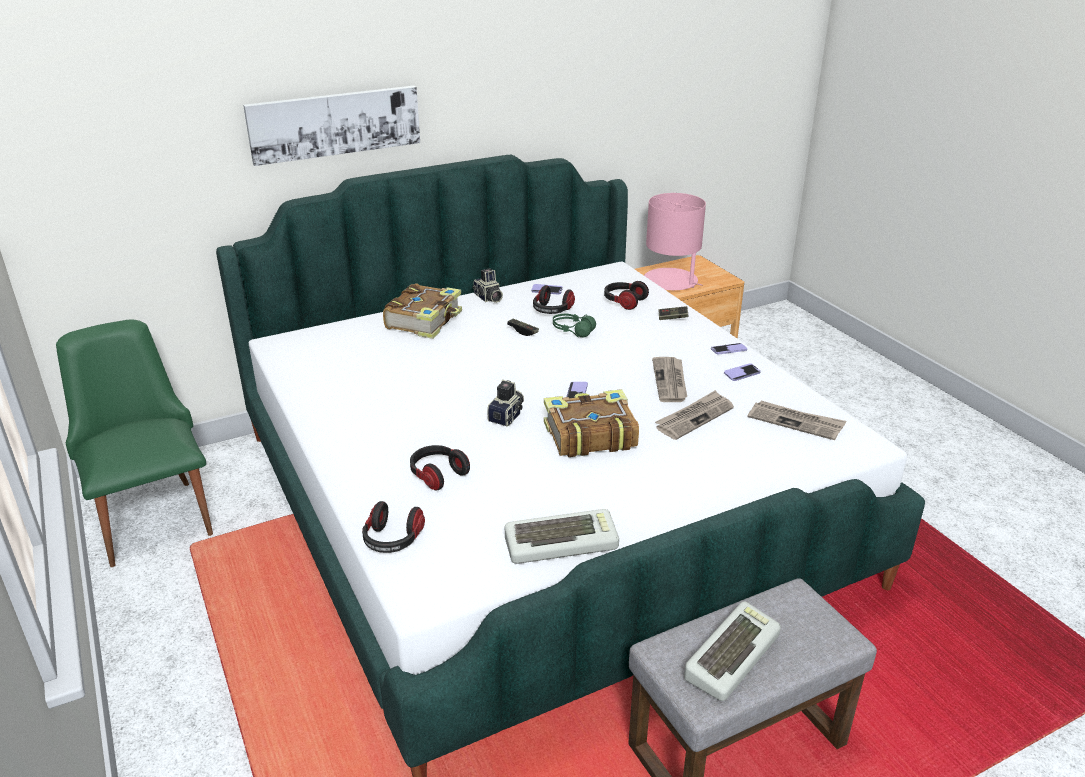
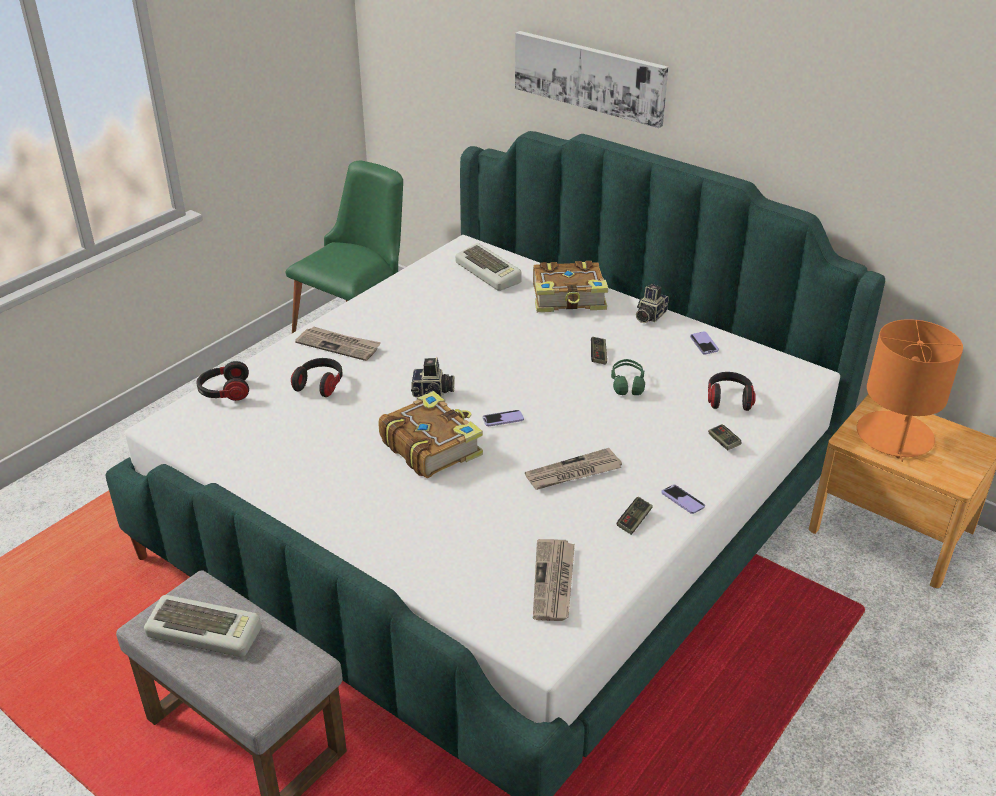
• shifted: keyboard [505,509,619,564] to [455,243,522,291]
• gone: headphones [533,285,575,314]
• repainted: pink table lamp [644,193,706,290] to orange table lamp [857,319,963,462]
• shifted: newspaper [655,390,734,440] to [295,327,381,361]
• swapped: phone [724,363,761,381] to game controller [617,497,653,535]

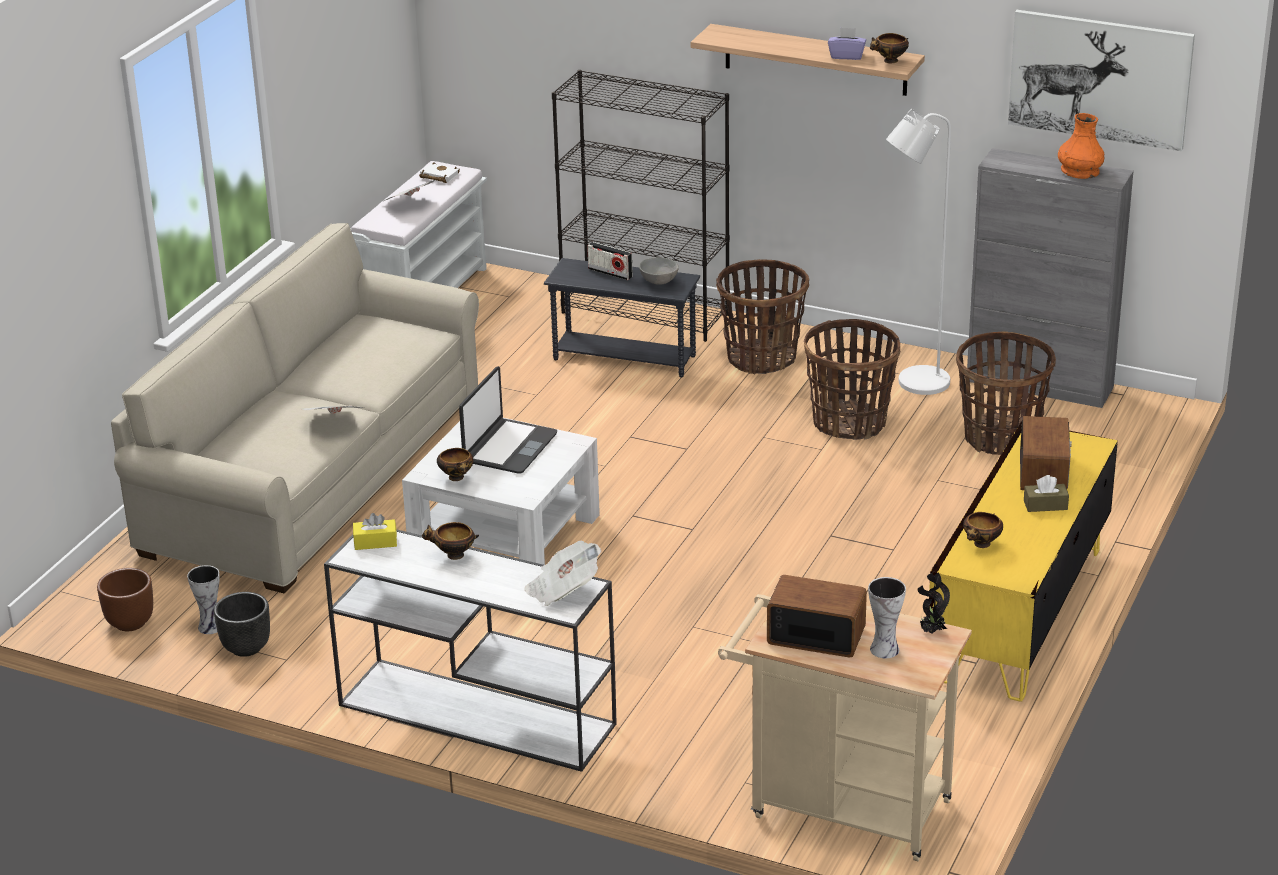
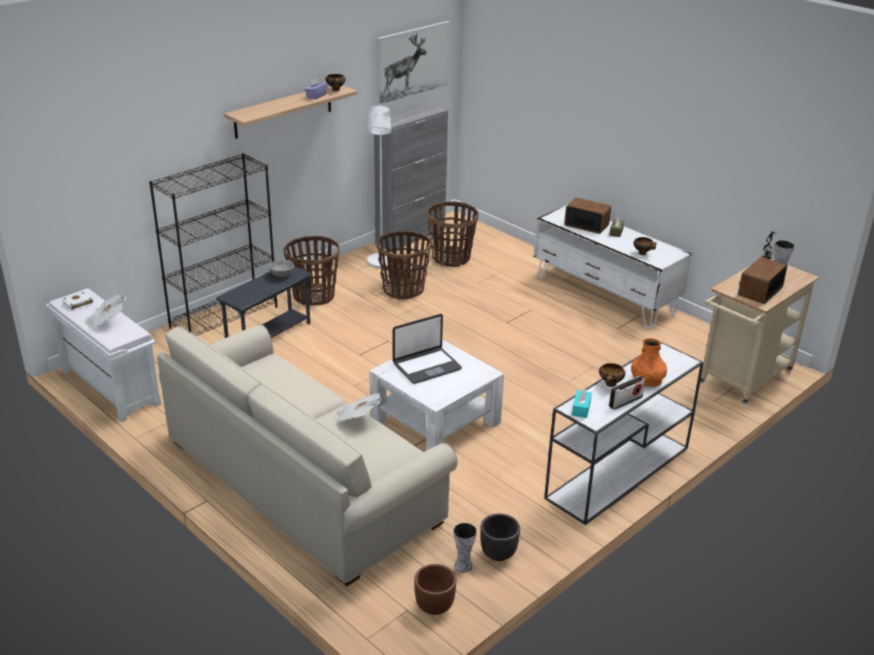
• repainted: yellow tissue box [353,513,397,550] to turquoise tissue box [572,388,592,418]
• gone: bowl [437,448,473,481]
• rotated: laptop [459,366,557,474] = [393,314,462,384] 105 degrees clockwise
• gone: newspaper [524,540,602,606]
• shifted: radio [587,242,633,280] to [609,375,645,410]
• repainted: yellow tv stand [929,421,1118,701] to white tv stand [534,205,692,329]
• shifted: orange vase [1058,113,1104,179] to [631,338,667,387]

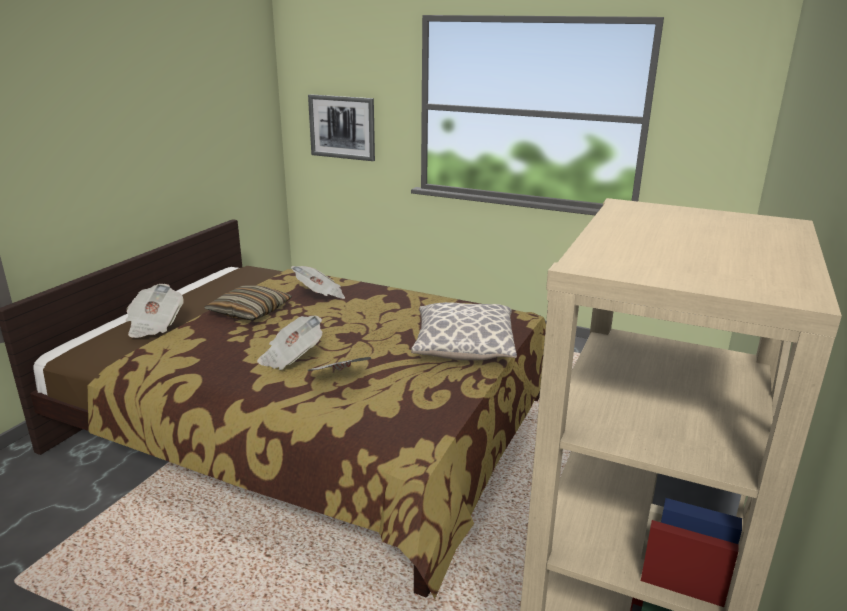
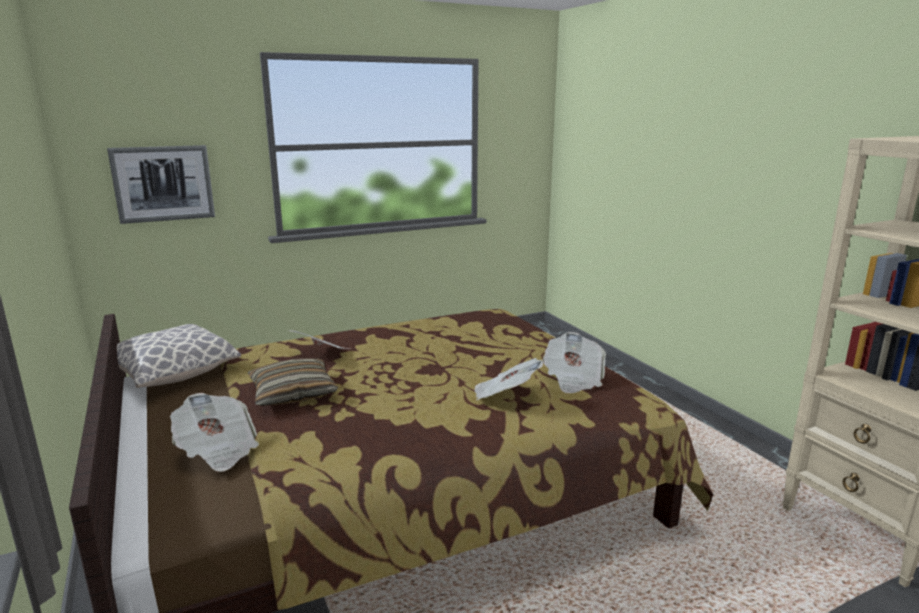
• shifted: newspaper [257,315,323,370] to [542,332,606,393]
• shifted: pillow [411,302,517,360] to [117,324,241,388]

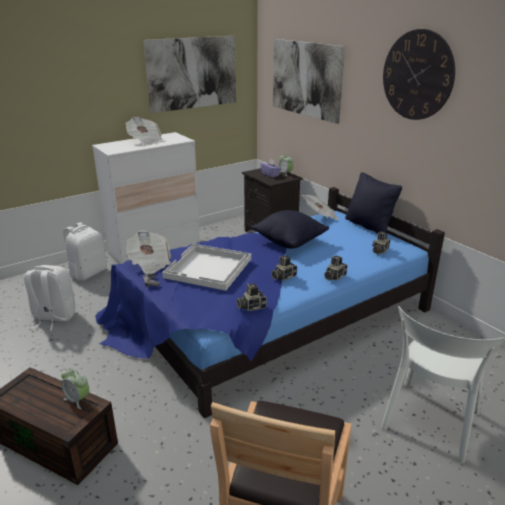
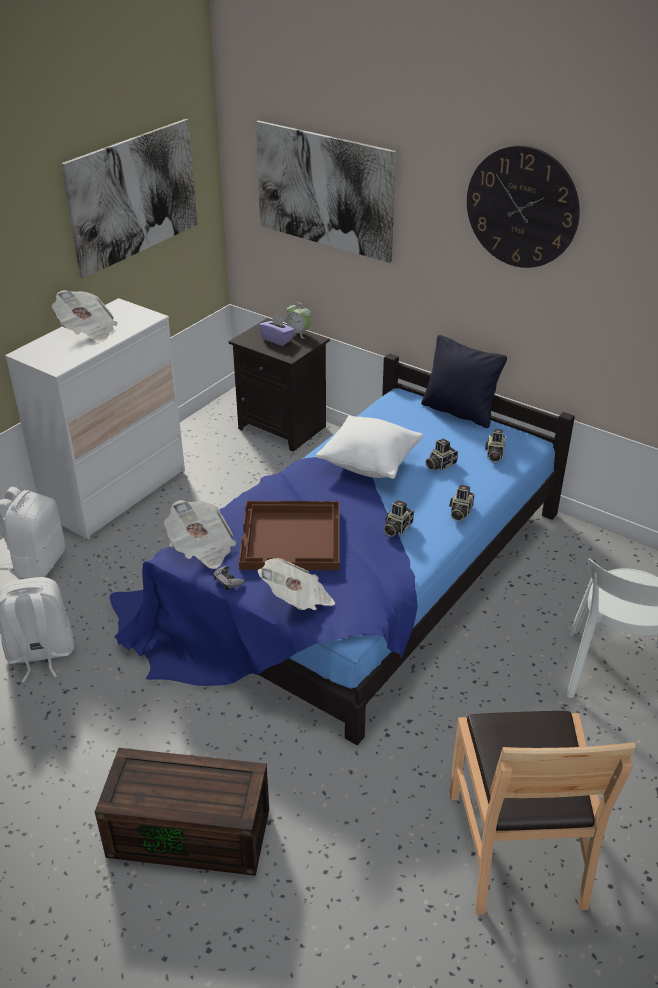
• gone: alarm clock [61,367,89,409]
• repainted: white tray [162,244,251,291] to brown tray [239,501,340,570]
• shifted: photo camera [237,284,267,311] to [425,438,458,471]
• repainted: black pillow [251,210,329,249] to white pillow [316,415,423,479]
• shifted: newspaper [302,195,339,220] to [258,558,335,610]

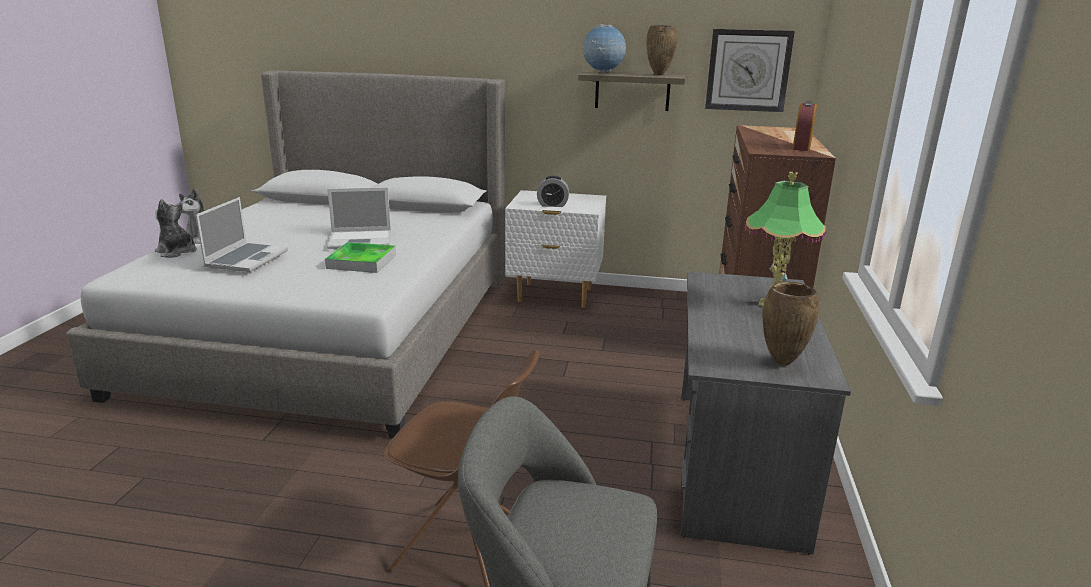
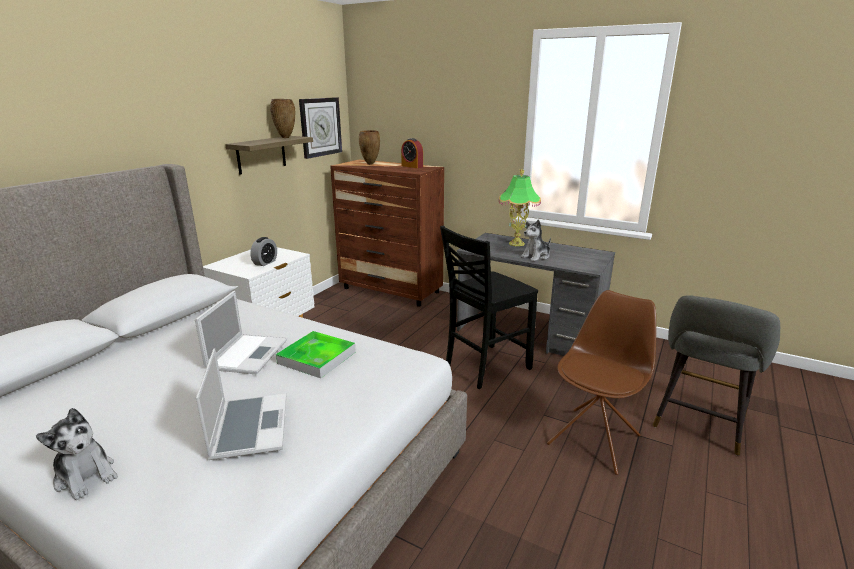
• shifted: plush toy [155,199,197,258] to [521,219,551,262]
• rotated: laptop [196,197,288,272] = [196,348,286,460] 45 degrees clockwise
• gone: globe [583,24,626,73]
• shifted: brown vase [763,282,820,366] to [359,130,380,165]
• new: black chair [440,226,538,389]

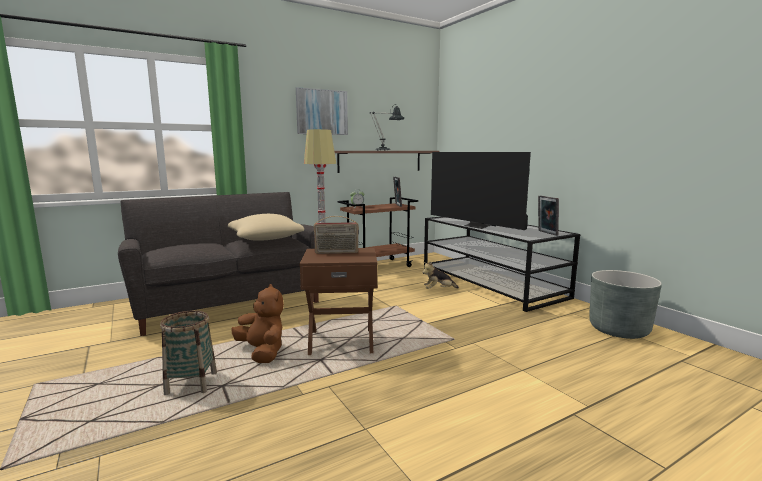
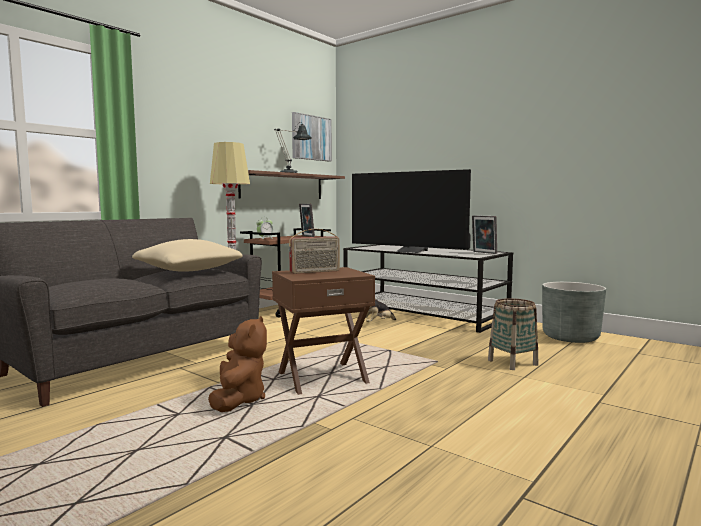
• shifted: basket [160,310,217,395] to [488,298,538,370]
• rotated: brown plush toy [231,284,284,363] = [208,316,267,412] 60 degrees clockwise
• shifted: picture [296,87,348,135] to [292,112,332,162]

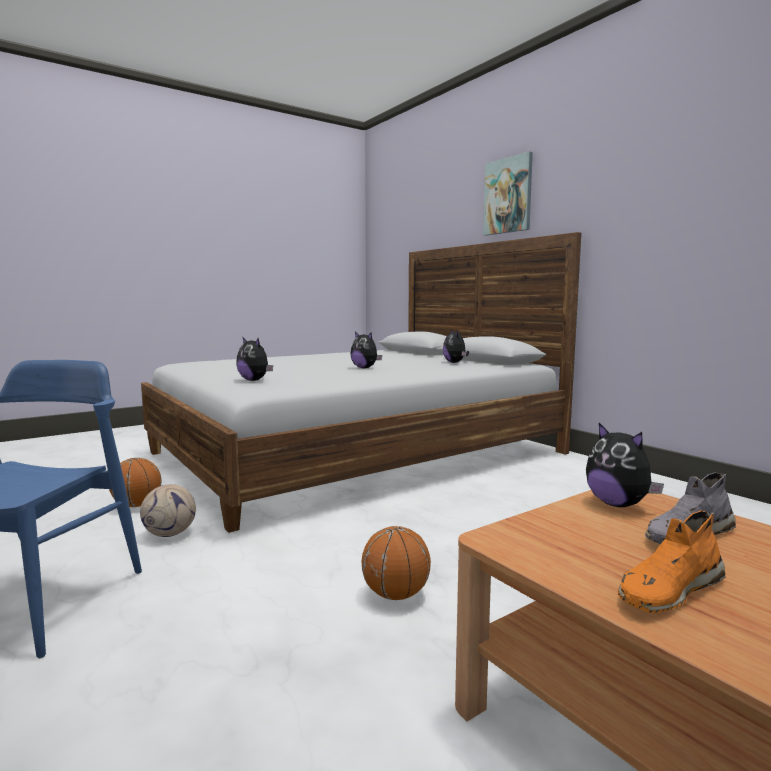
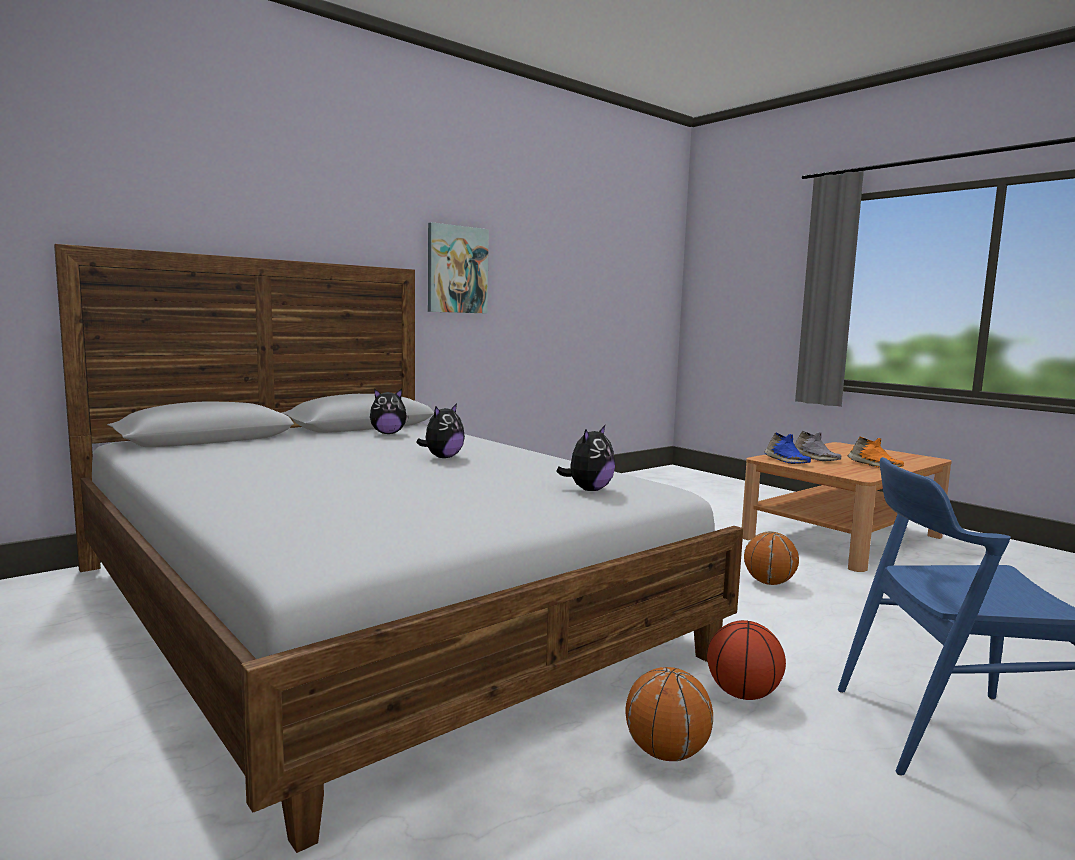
• swapped: football [140,484,196,537] to basketball [707,620,786,700]
• shifted: picture [483,151,533,236] to [428,222,489,313]
• swapped: plush toy [586,423,664,507] to blue shoe [764,433,811,464]

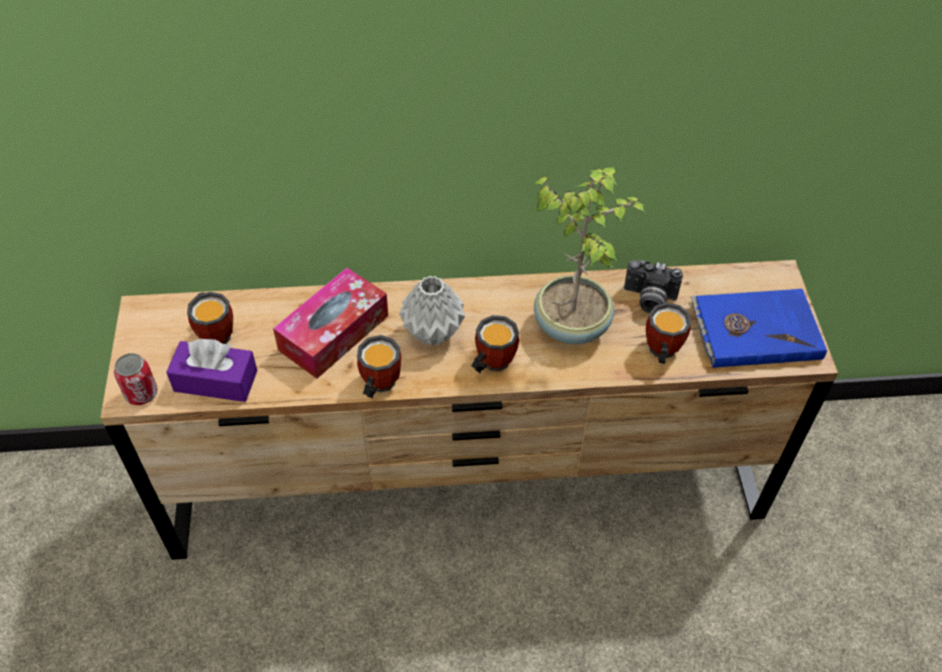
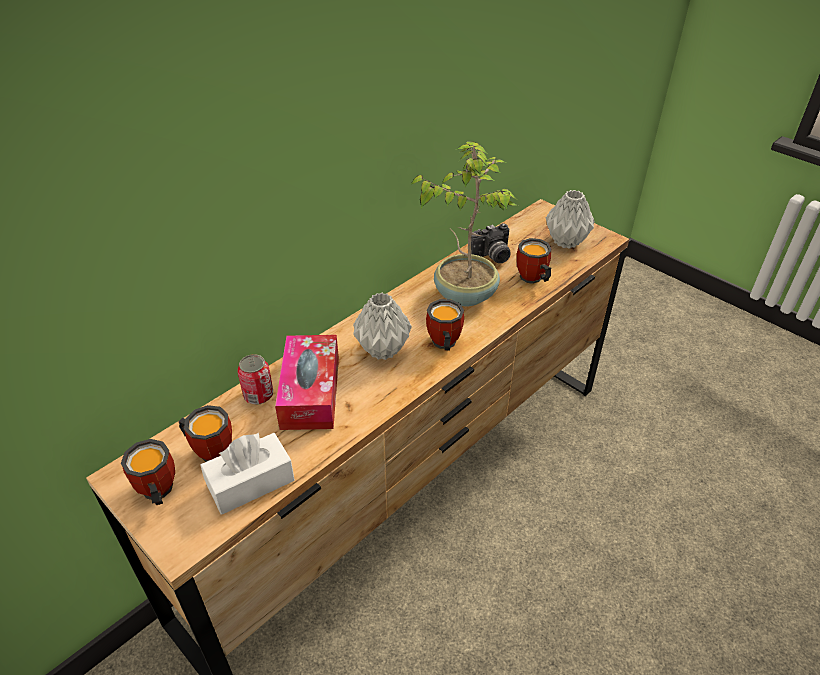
• shifted: can [114,353,158,405] to [237,354,273,405]
• repainted: purple tissue box [166,339,257,402] to white tissue box [200,432,295,515]
• shifted: mug [357,335,402,398] to [121,439,175,505]
• swapped: blue book [691,289,827,368] to grey vase [546,190,595,249]

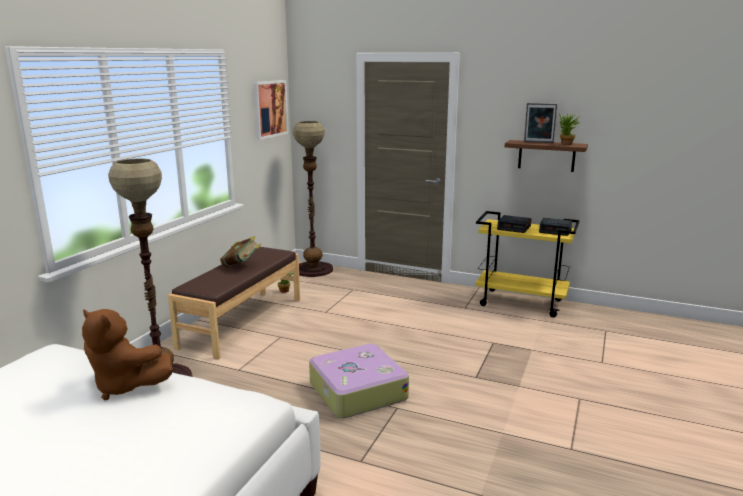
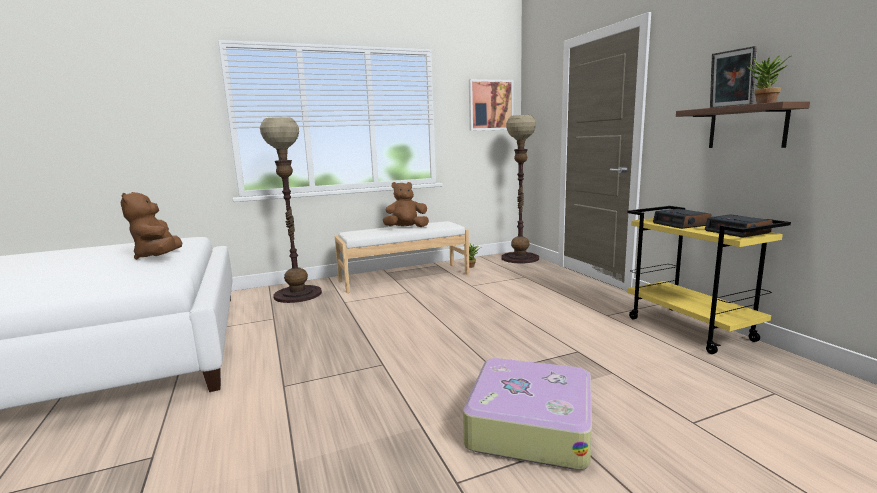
• repainted: brown bench [168,247,300,360] to white bench [335,221,469,293]
• swapped: book [220,236,261,267] to brown plush toy [382,182,429,227]
• shifted: suitcase [309,344,409,418] to [463,358,592,470]

